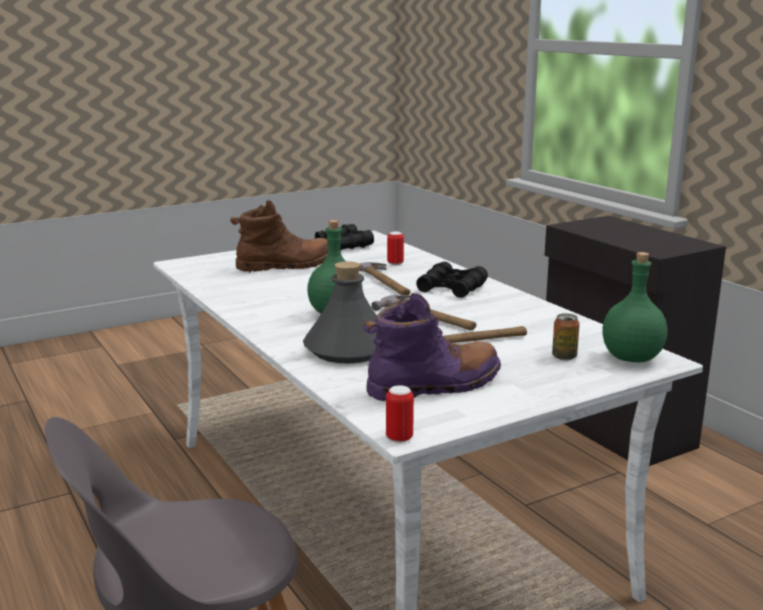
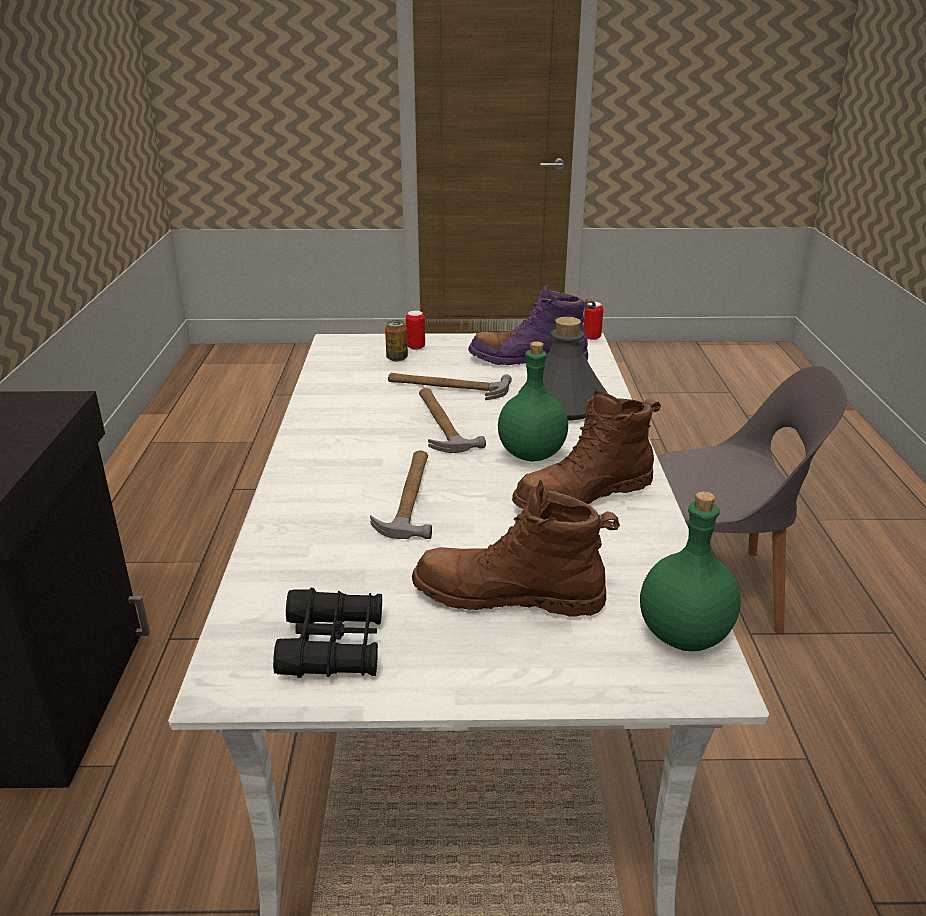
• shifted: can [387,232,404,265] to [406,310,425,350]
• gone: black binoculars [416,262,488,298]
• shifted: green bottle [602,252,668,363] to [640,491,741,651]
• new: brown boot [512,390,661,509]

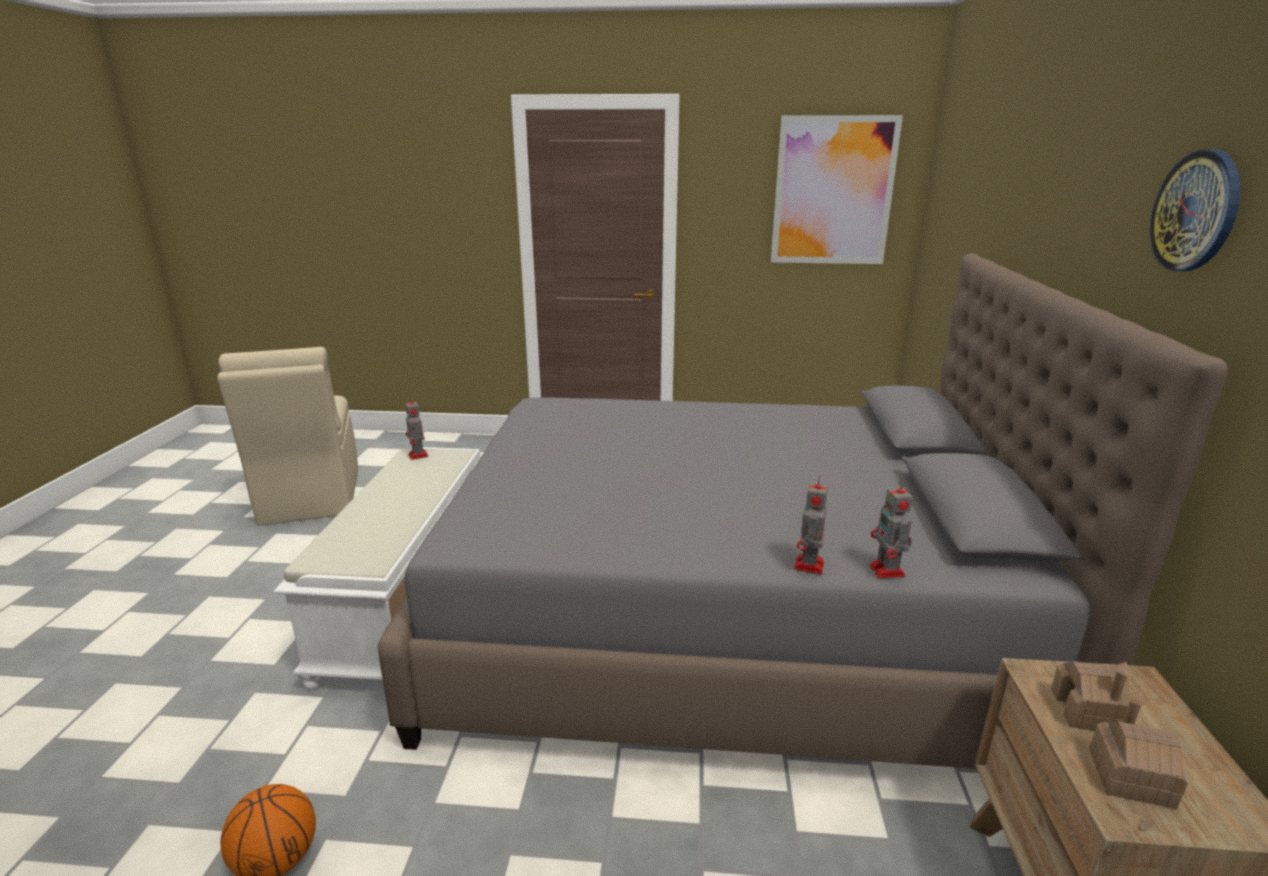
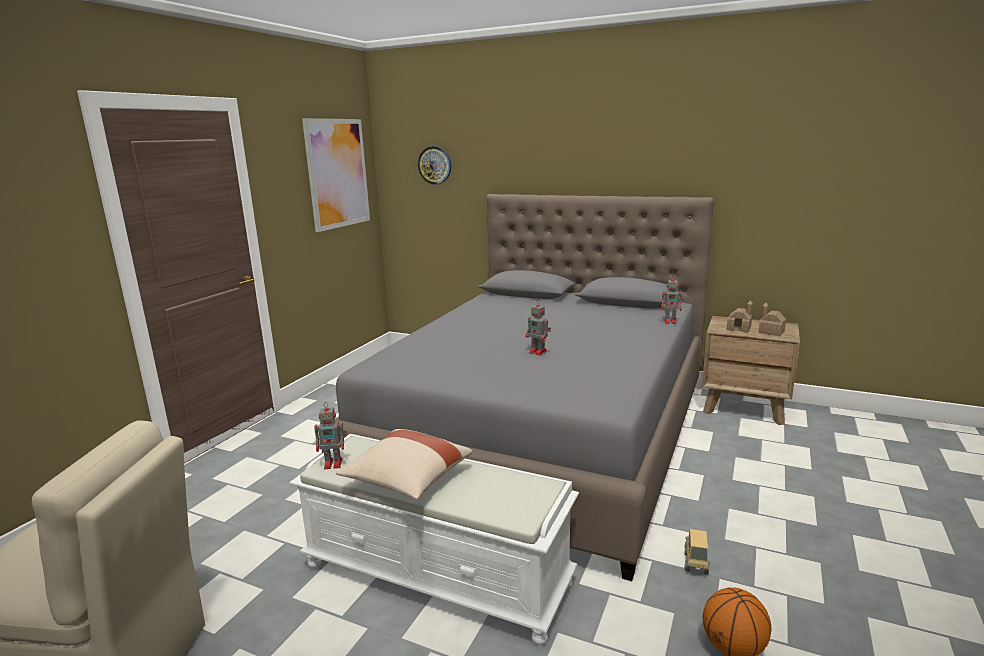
• shifted: toy robot [794,476,828,574] to [526,300,551,355]
• shifted: wall clock [1150,149,1241,271] to [418,146,451,185]
• new: beige pillow [336,429,472,500]
• new: toy truck [684,529,710,575]

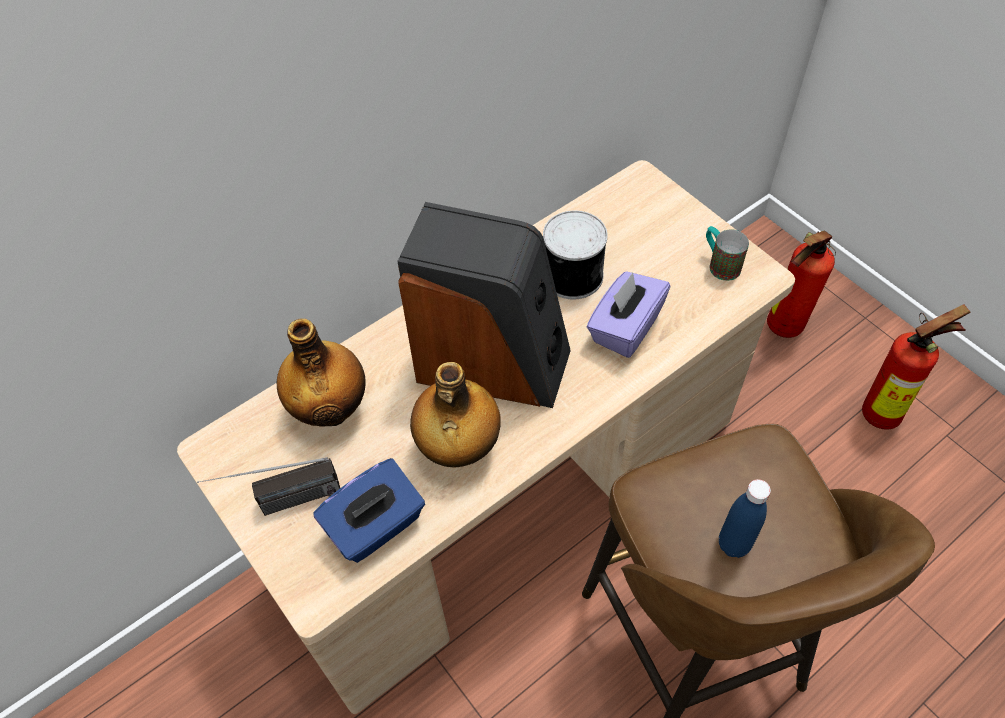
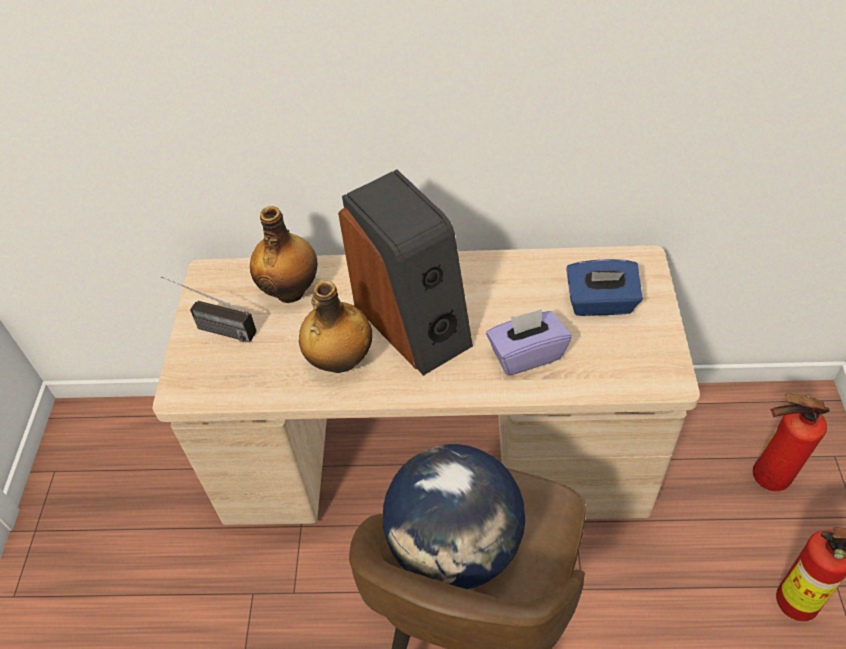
• shifted: blue tissue box [314,458,425,563] to [566,259,643,316]
• gone: can [543,210,608,299]
• gone: mug [706,226,749,281]
• swapped: blue bottle [719,479,771,558] to globe [383,444,525,589]

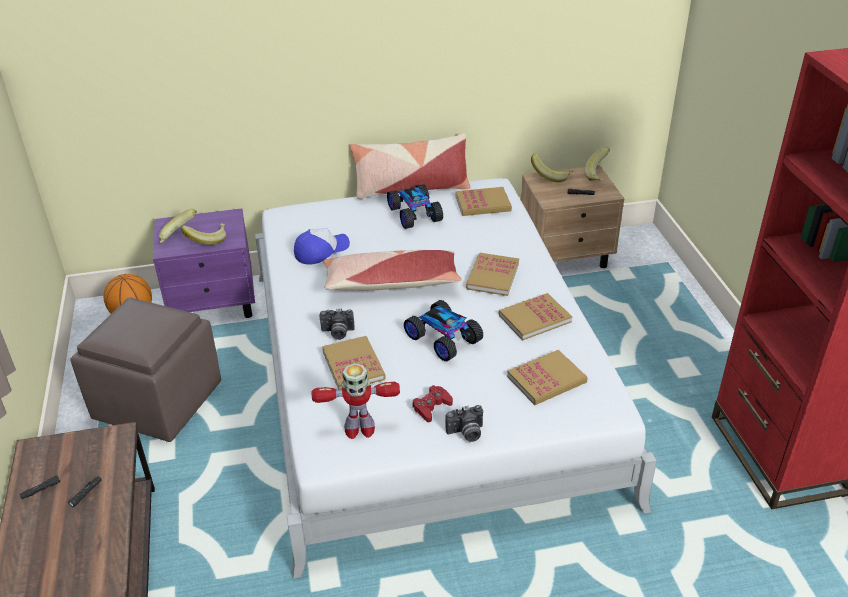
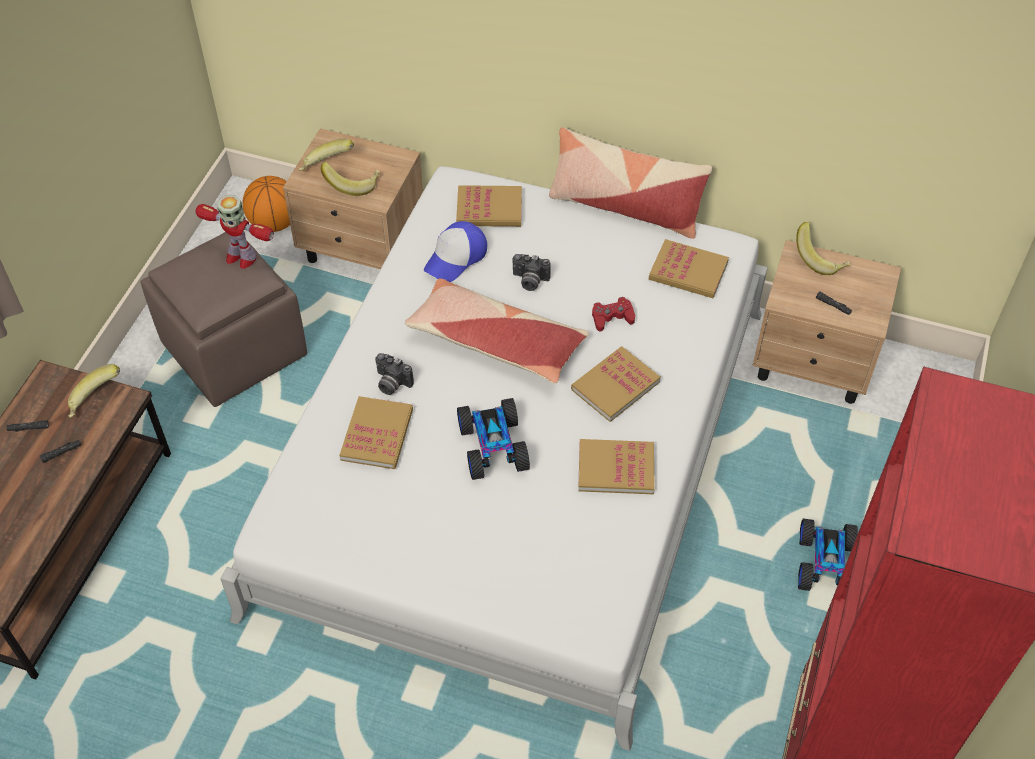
• repainted: purple nightstand [153,209,255,318] to beige nightstand [283,128,423,269]
• rotated: cap [294,228,350,264] = [424,221,487,282] 135 degrees clockwise
• shifted: toy robot [312,363,400,439] to [195,195,274,269]
• shifted: toy car [387,184,443,229] to [798,519,858,591]
• shifted: red game controller [413,385,453,422] to [592,297,635,332]
• shifted: photo camera [445,405,483,442] to [512,254,551,291]
• shifted: book [507,350,588,405] to [456,185,522,227]
• shifted: banana [585,147,610,181] to [68,364,120,418]

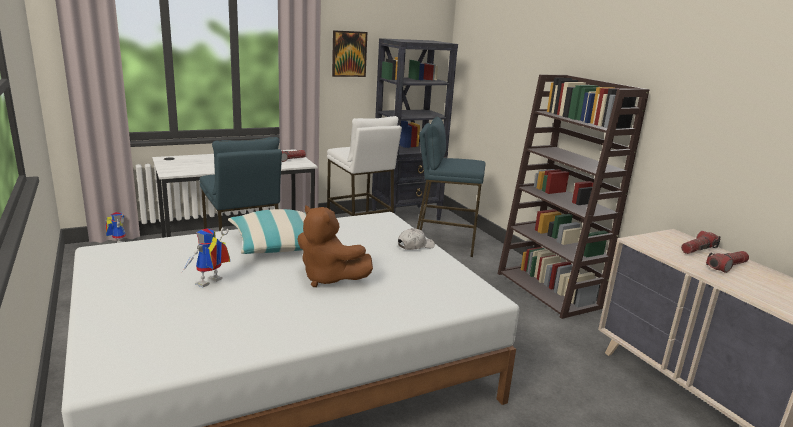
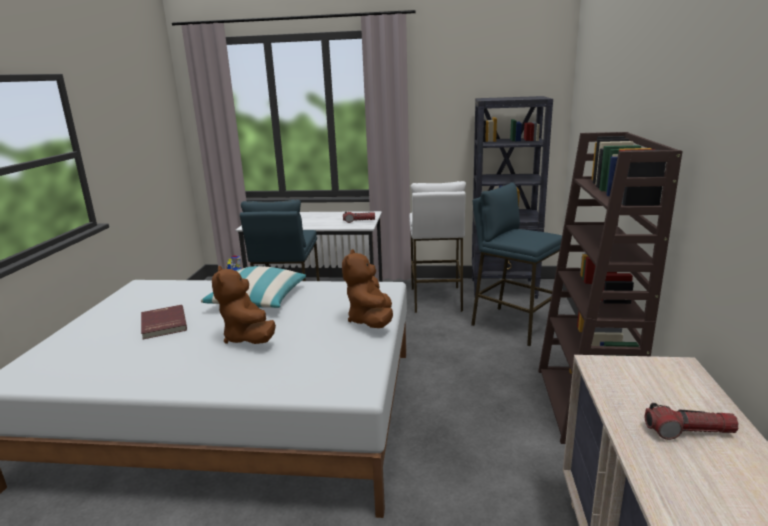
• swapped: toy robot [182,228,230,287] to red book [141,305,187,339]
• gone: picture [332,30,367,77]
• swapped: white cap [398,228,435,250] to brown plush toy [342,249,393,328]
• gone: flashlight [681,231,721,254]

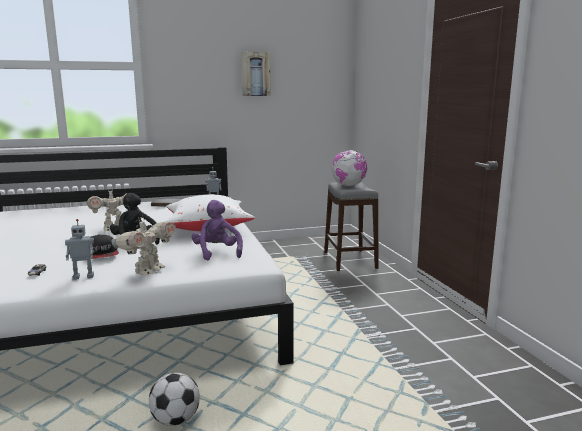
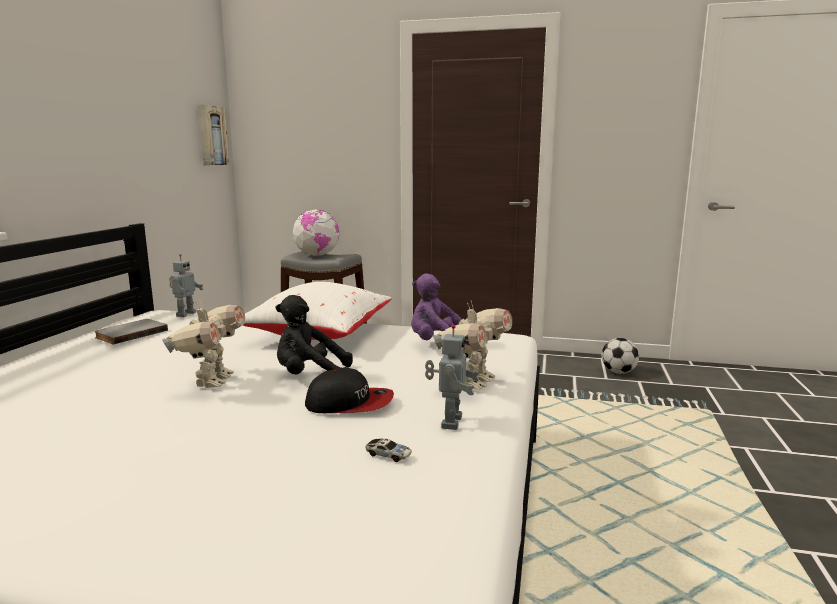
• rotated: toy robot [111,218,176,276] = [433,301,512,390] 60 degrees clockwise
• shifted: football [149,373,200,426] to [601,338,639,374]
• shifted: picture [241,52,270,96] to [198,105,229,165]

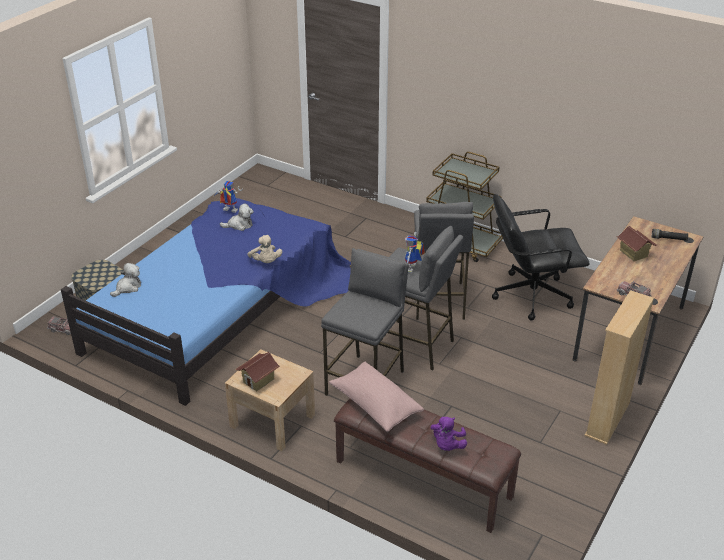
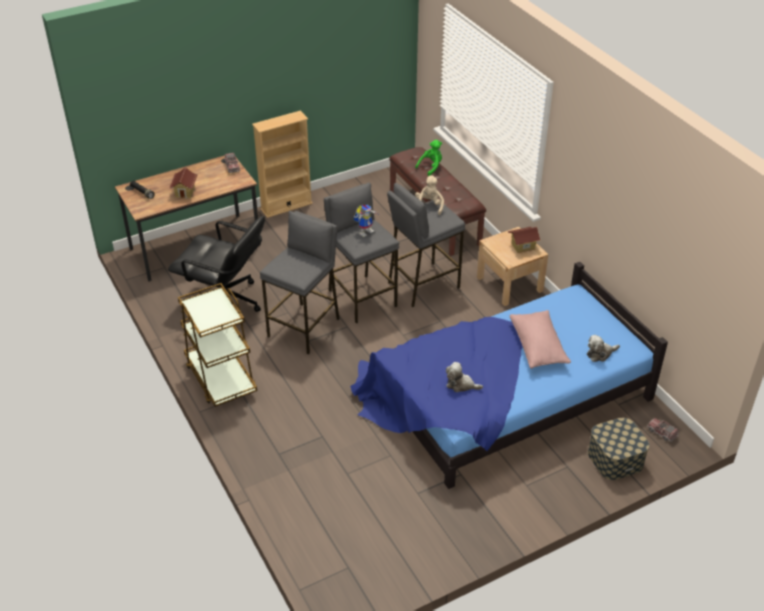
• gone: toy robot [214,181,243,213]
• shifted: beige plush toy [248,235,282,263] to [415,175,444,215]
• shifted: pink pillow [329,362,424,432] to [509,310,571,369]
• repainted: purple plush toy [431,417,467,451] to green plush toy [415,140,442,176]

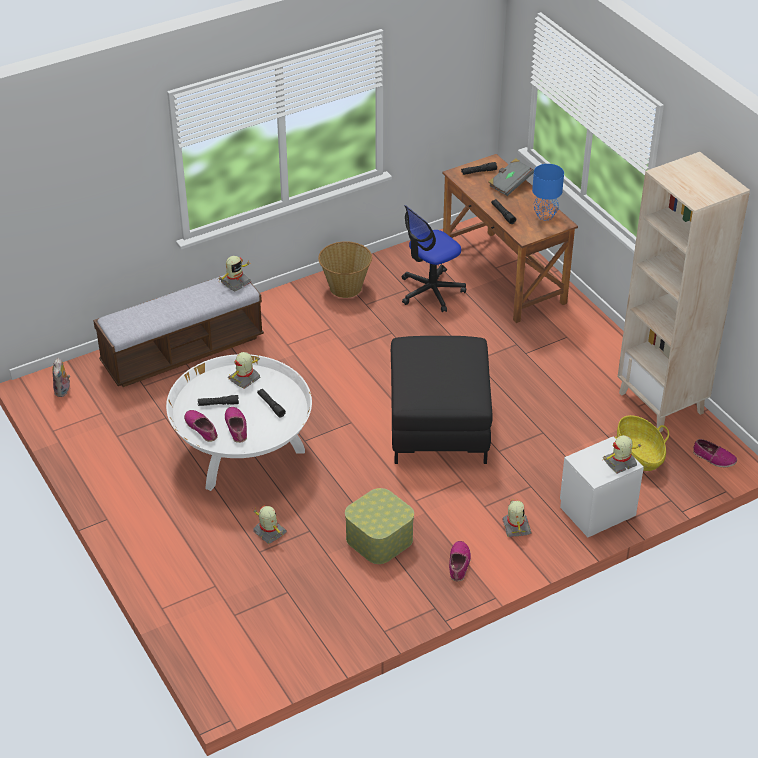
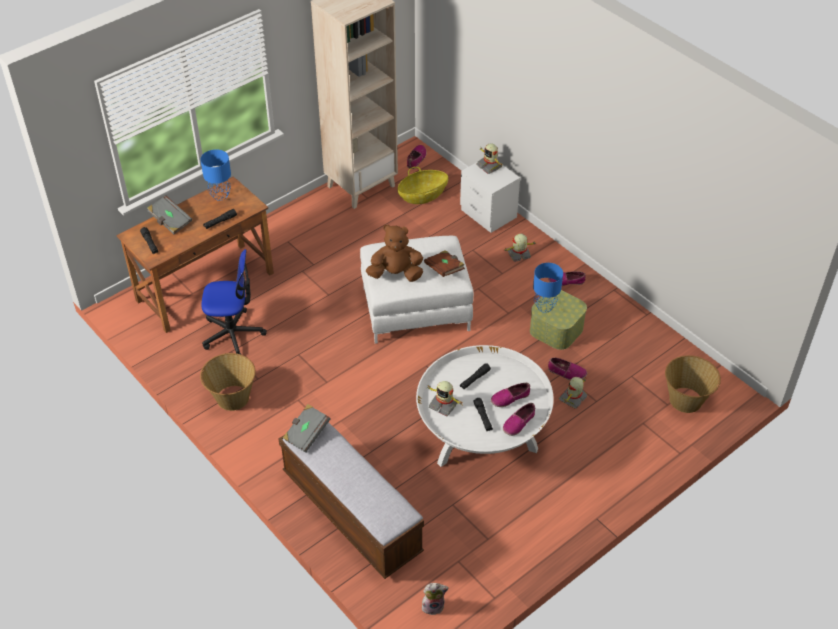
• swapped: toy robot [217,256,251,291] to grey book [283,404,331,453]
• repainted: black ottoman [391,336,493,464] to white ottoman [360,236,474,344]
• rotated: office chair [402,205,466,312] = [202,249,267,354] 45 degrees counterclockwise
• new: brown plush toy [366,224,423,282]
• new: brown book [424,250,465,277]
• new: blue table lamp [533,263,563,313]
• new: shoe [548,358,587,380]
• new: basket [665,355,721,413]

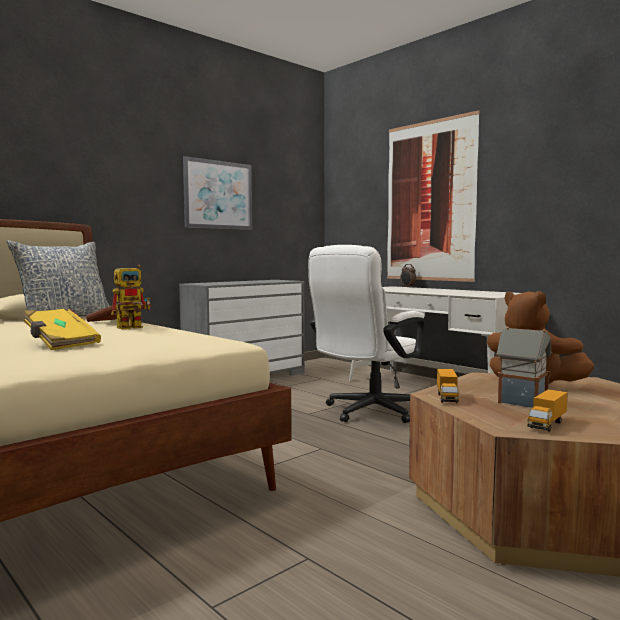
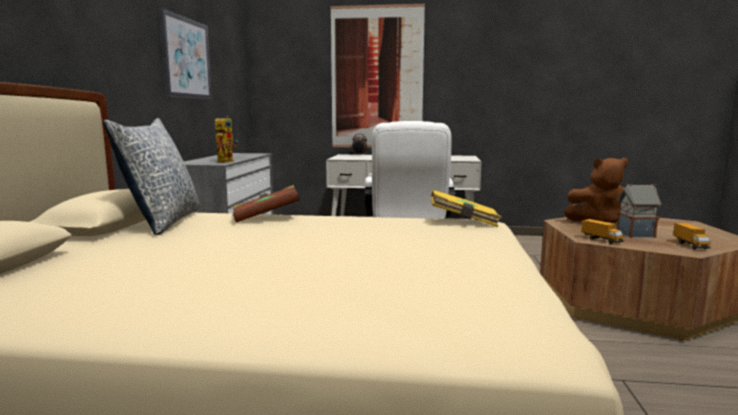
• shifted: yellow book [23,308,101,350] to [431,190,502,227]
• shifted: toy robot [111,265,150,329] to [215,116,238,163]

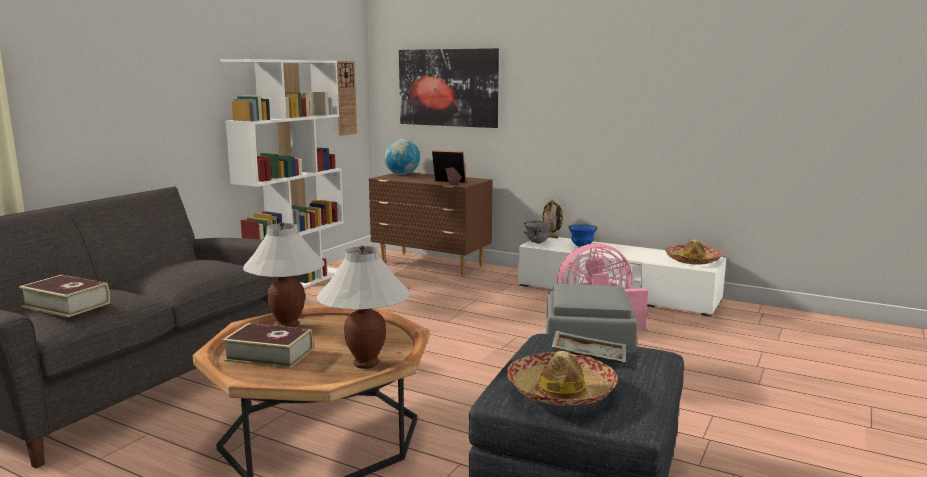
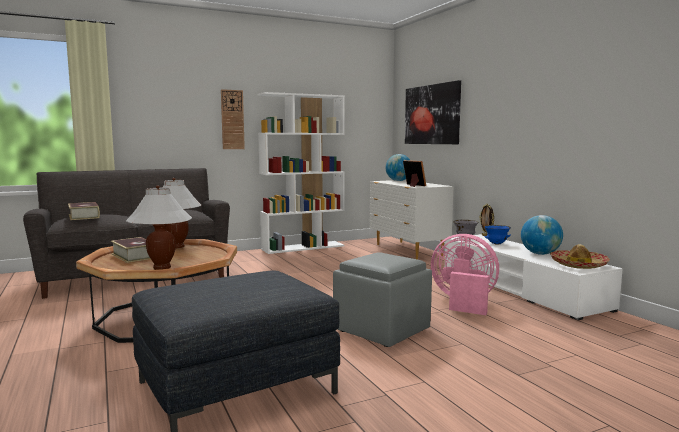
• shifted: wall clock [337,61,357,136] to [221,89,245,149]
• repainted: brown dresser [369,173,492,276] to white dresser [369,180,453,259]
• gone: hat [507,351,618,406]
• gone: grey tray [551,331,626,363]
• new: globe [521,215,563,255]

